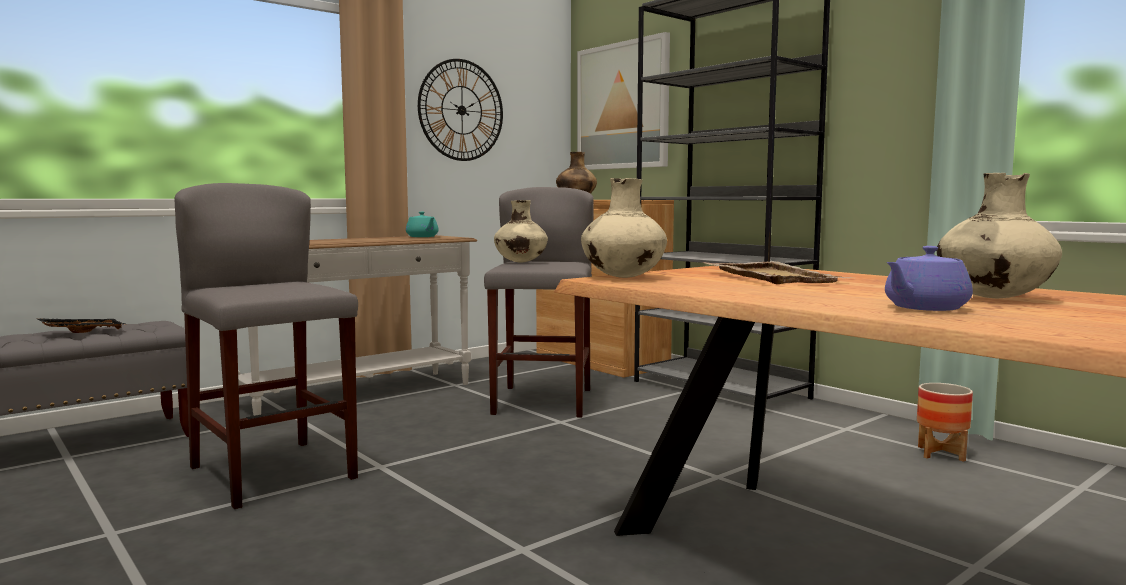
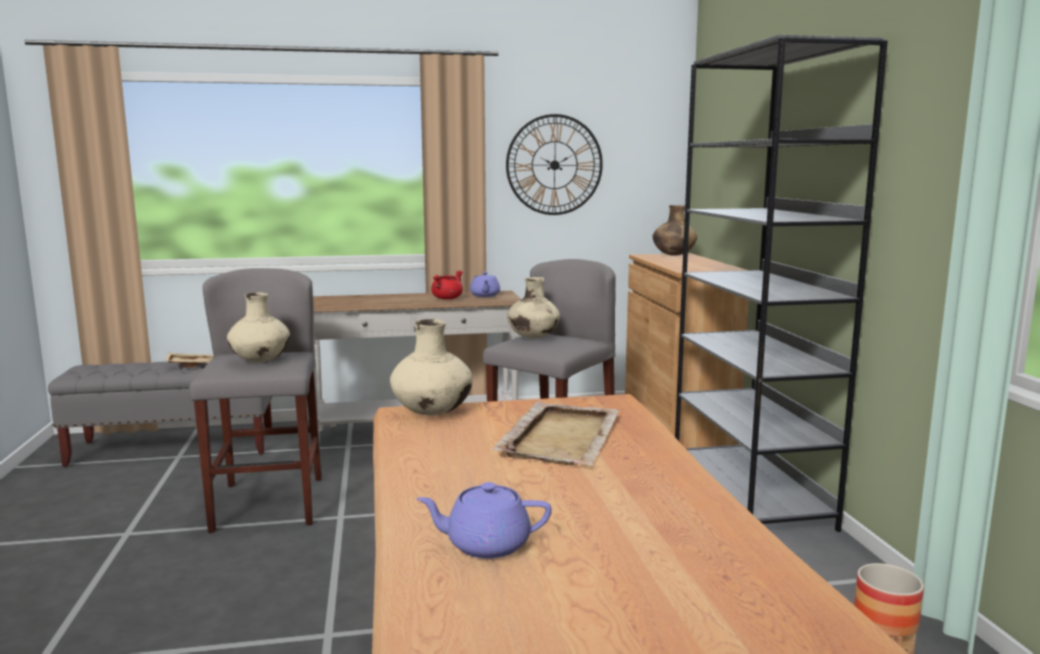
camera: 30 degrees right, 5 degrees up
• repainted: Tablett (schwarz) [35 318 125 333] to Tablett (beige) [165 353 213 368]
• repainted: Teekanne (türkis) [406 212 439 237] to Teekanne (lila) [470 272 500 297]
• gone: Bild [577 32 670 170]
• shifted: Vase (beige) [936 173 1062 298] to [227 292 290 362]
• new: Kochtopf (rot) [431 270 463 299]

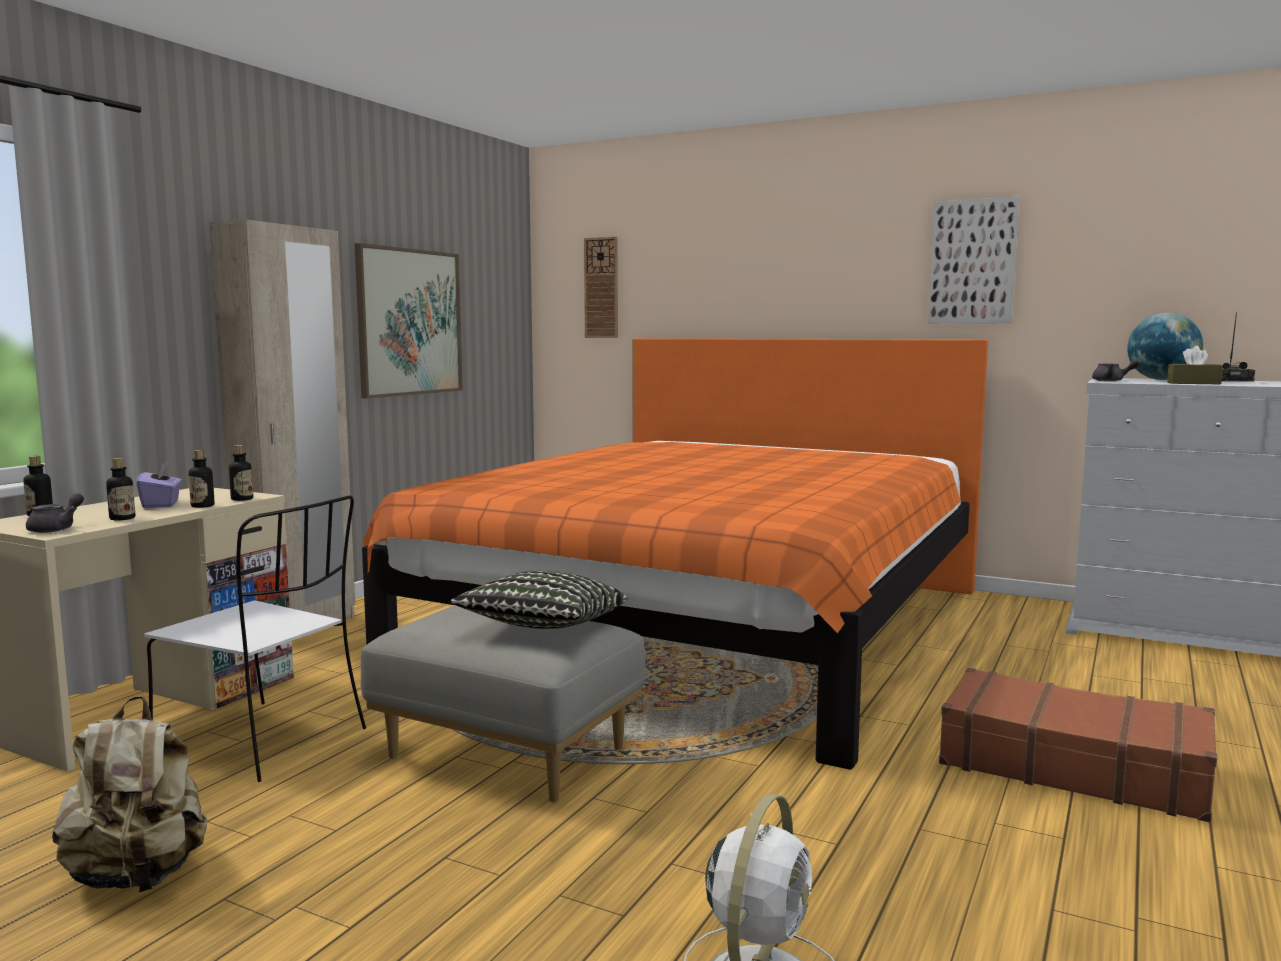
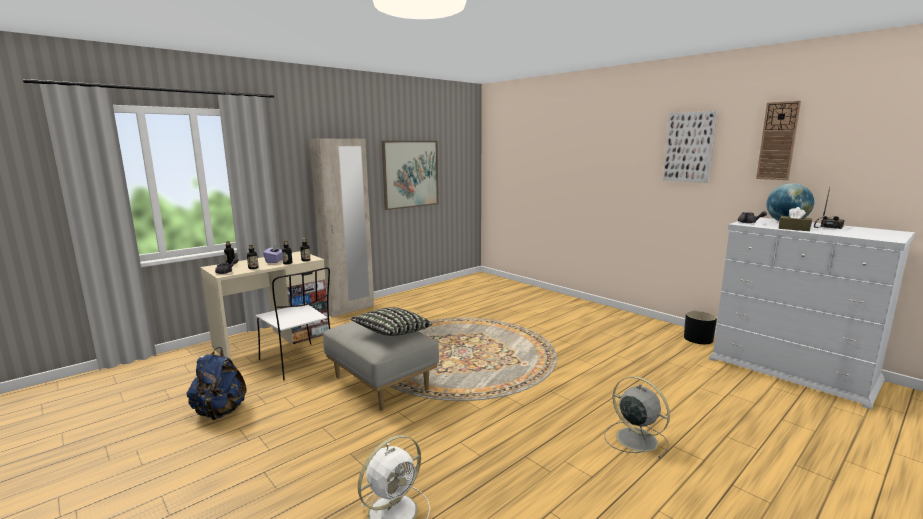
camera: 20 degrees right, 5 degrees up
• repainted: Rucksack (beige) [52 696 207 892] to Rucksack (blau) [186 347 247 420]
• gone: Bett (orange) [362 338 988 770]
• shifted: Wanduhr [584 237 618 338] to [756 101 801 180]
• swapped: Koffer (braun) [939 668 1217 822] to Ventilator (grau) [604 376 670 459]
• new: Pflanzkübel (schwarz) [684 311 717 344]

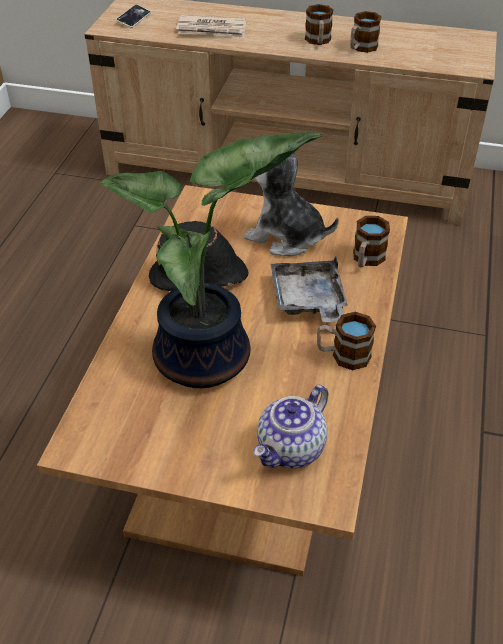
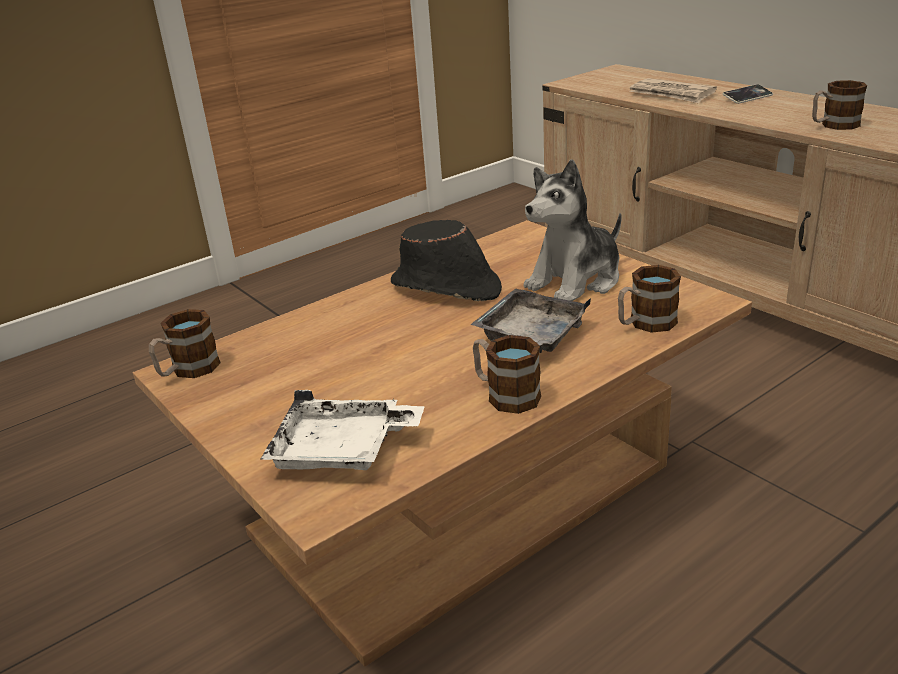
camera: 40 degrees right, 15 degrees down
• gone: Topfpflanze [99 132 323 388]
• shifted: Handy [116 5 151 28] to [722 84 773 104]
• rotated: Plüschtier [244 152 339 256] = [524 159 621 301] 105 degrees counterclockwise
• swapped: Teekanne [254 385 328 468] to Tablett (weiß) [261 390 425 470]
• shifted: Henkelbecher [305 4 333 45] to [149 309 221 378]

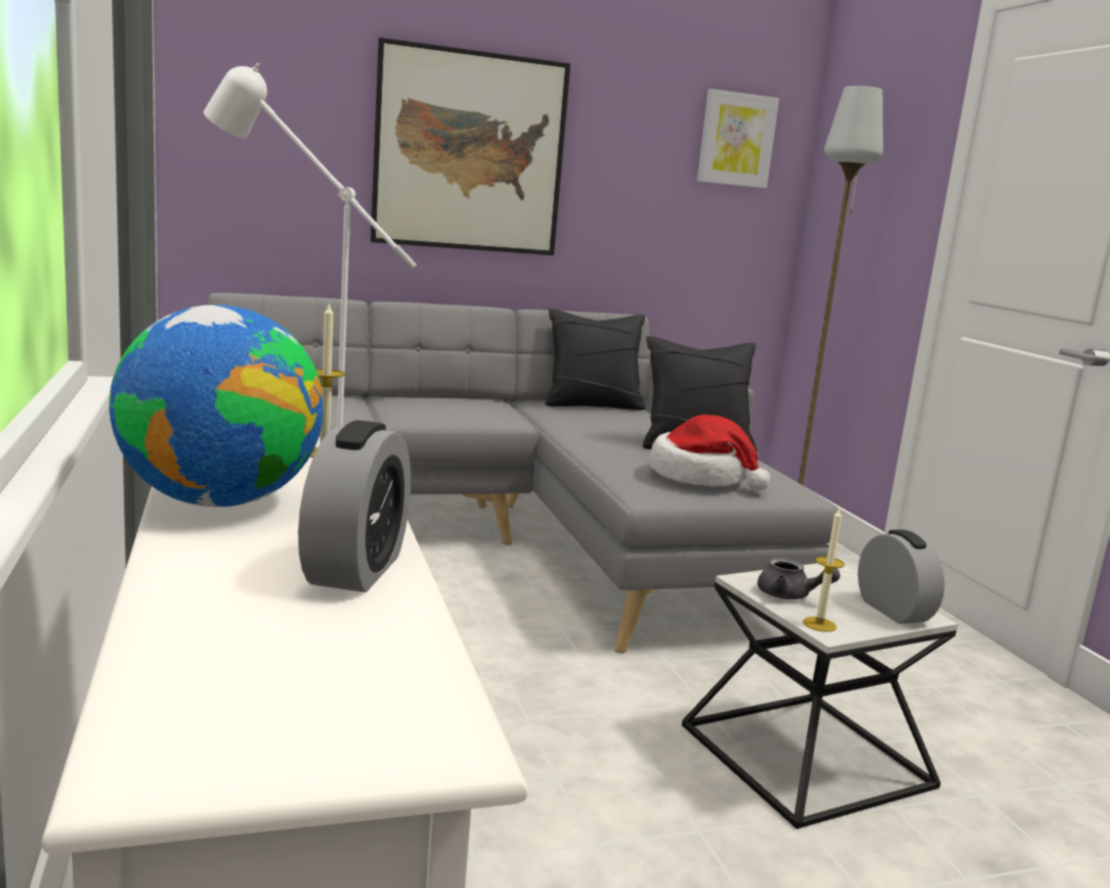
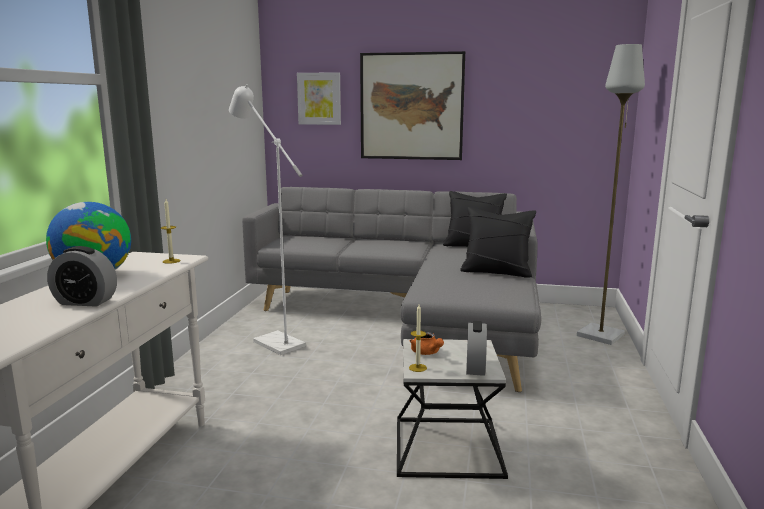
camera: 30 degrees right, 0 degrees up
• rotated: Wecker [298 420 411 592] = [47 246 117 307] 60 degrees clockwise
• gone: Hut [649 415 771 491]
• shifted: Bild [697 89 779 188] to [297 72 341 125]
• repainted: Teekanne (grau) [758 558 840 600] to Teekanne (orange) [410 332 444 355]

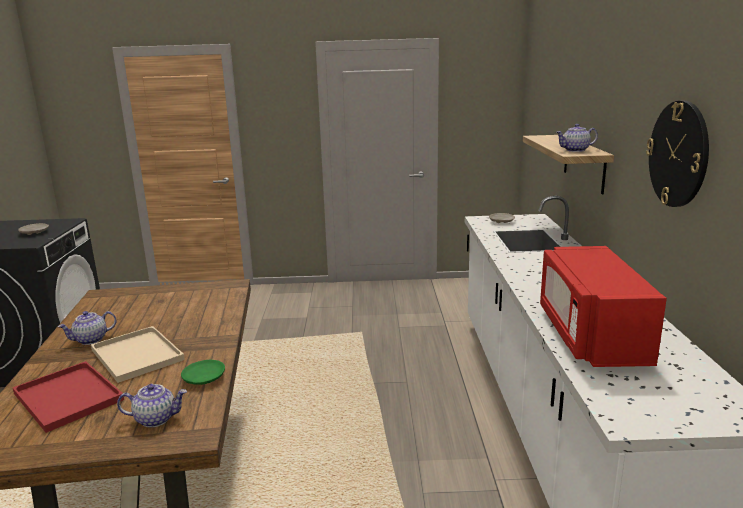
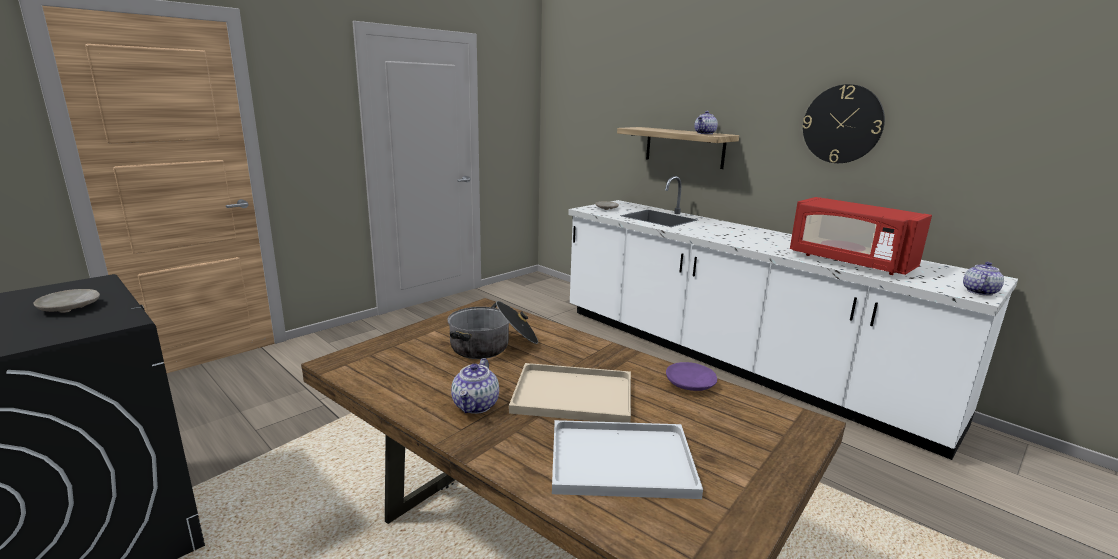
camera: 45 degrees left, 0 degrees up
• repainted: Tablett (rot) [12 361 124 433] to Tablett (weiß) [552 420 703 499]
• shifted: Teekanne [117 384 187 427] to [963 262 1004 296]
• repainted: Teller (grün) [181 360 225 385] to Teller (lila) [666 362 717 391]
• new: Kochtopf [447 301 538 359]

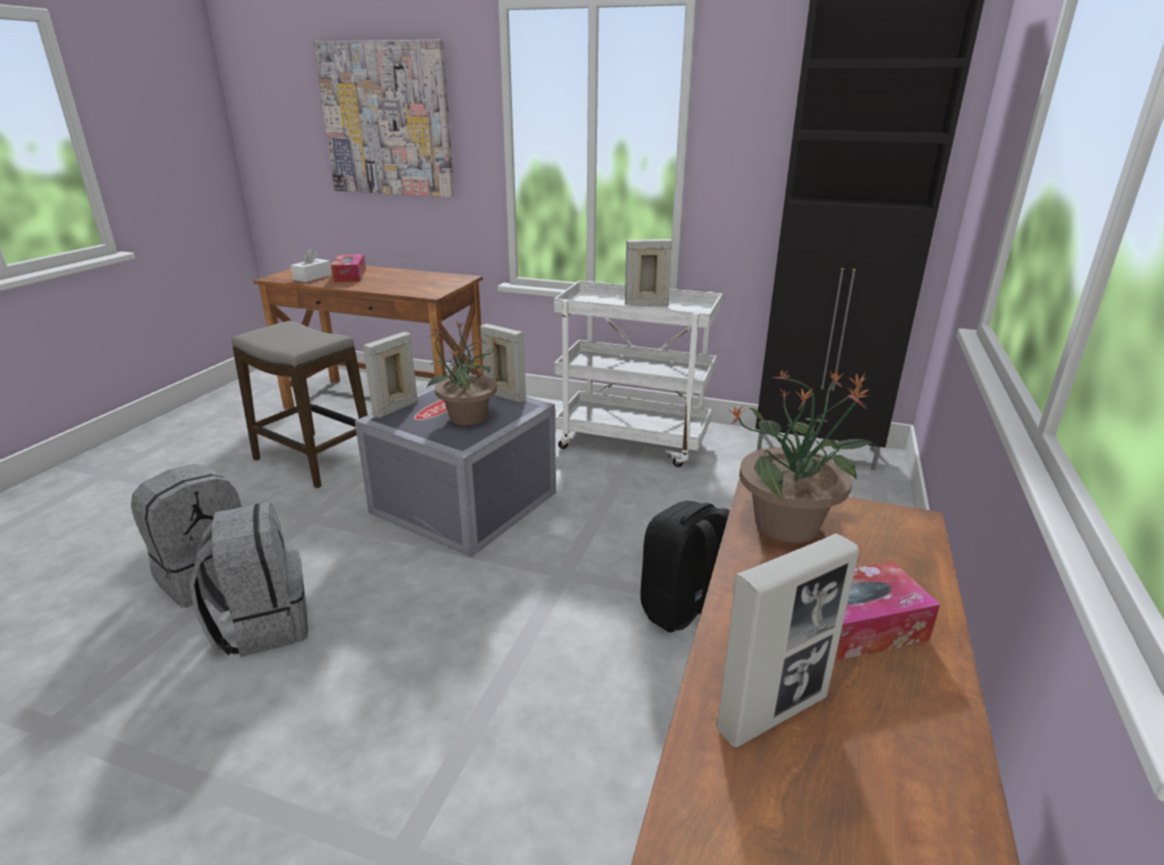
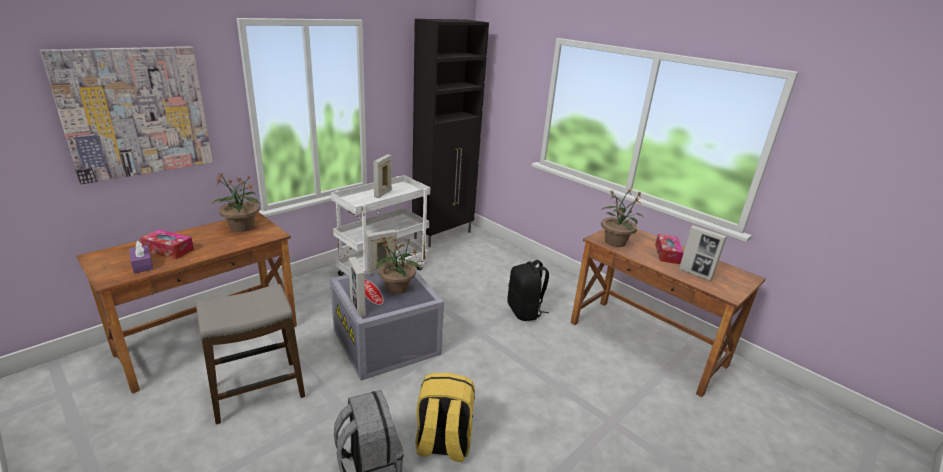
camera: 65 degrees left, 0 degrees up
• repainted: Rucksack (grau) [190 502 308 657] to Rucksack (gelb) [415 373 475 462]
• repainted: Taschentuchbox (weiß) [291 248 332 282] to Taschentuchbox (lila) [129 241 153 273]
• rotated: Bilderrahmen [716 533 859 747] = [679 225 727 281] 135 degrees clockwise
• new: Topfpflanze [212 173 261 232]

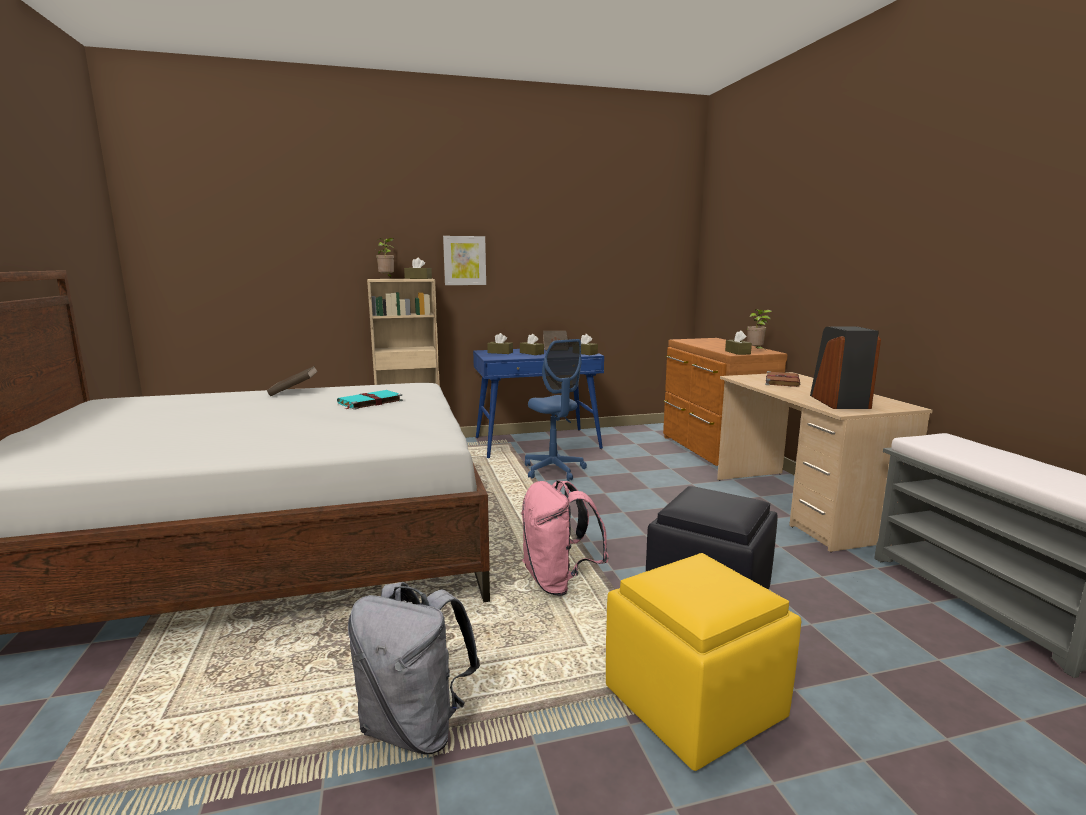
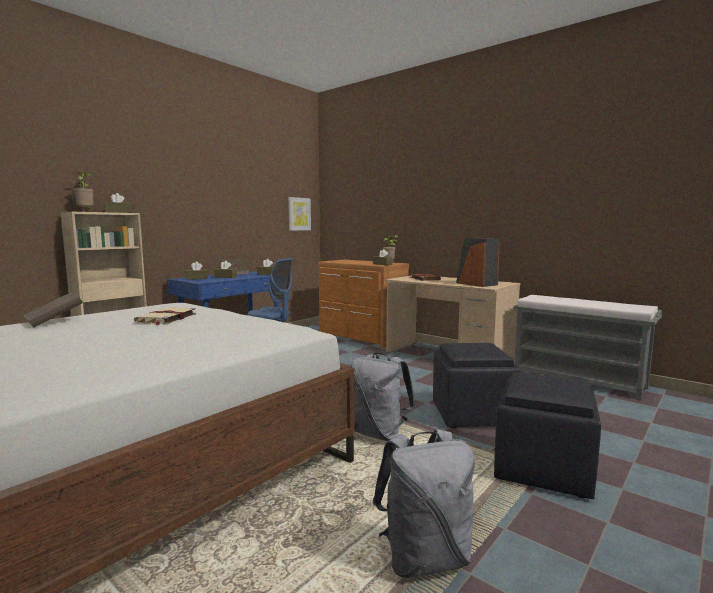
camera: 35 degrees left, 5 degrees down
• repainted: Buch (türkis) [337 390 403 410] to Buch (beige) [134 307 196 325]
• shifted: Bild [443 236 486 285] to [288 197 311 230]
• repainted: Rucksack (rosa) [521 480 609 596] to Rucksack (grau) [350 353 415 441]
• repainted: Polsterhocker (gelb) [606 553 801 771] to Polsterhocker (schwarz) [494 373 601 499]

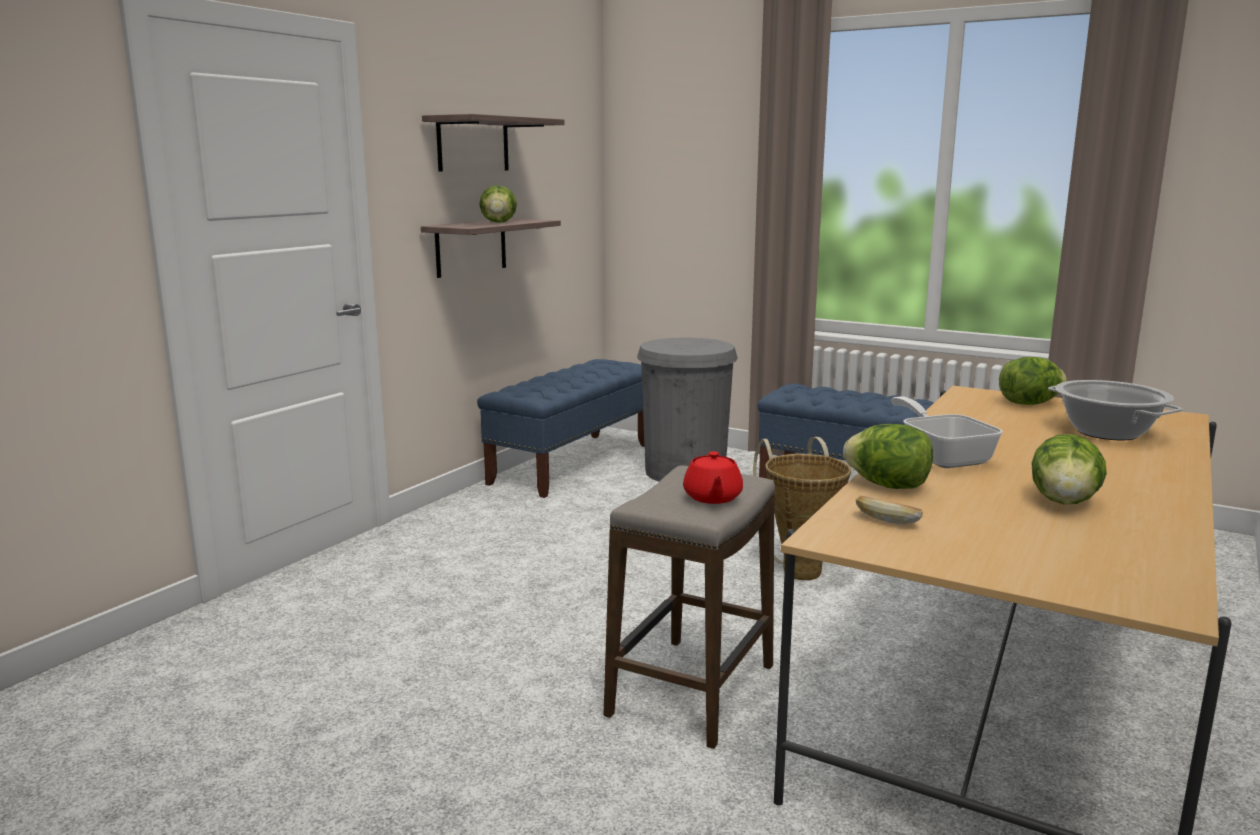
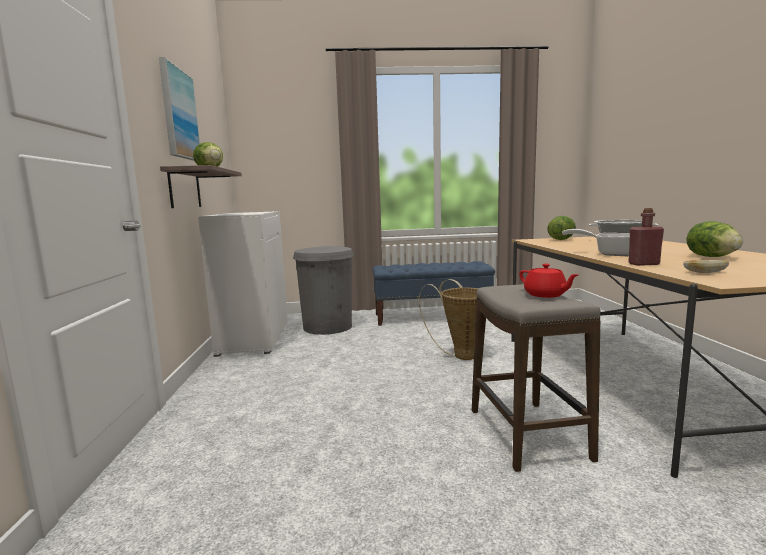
camera: 35 degrees left, 5 degrees down
• swapped: Wandregal [422 114 564 172] to Bild [159 57 200 161]
• swapped: Bank (blau) [477 359 645 498] to Schrank (weiß) [198 211 288 357]
• swapped: Salatkopf [843 424 933 489] to Flasche (rot) [628 208 664 266]

